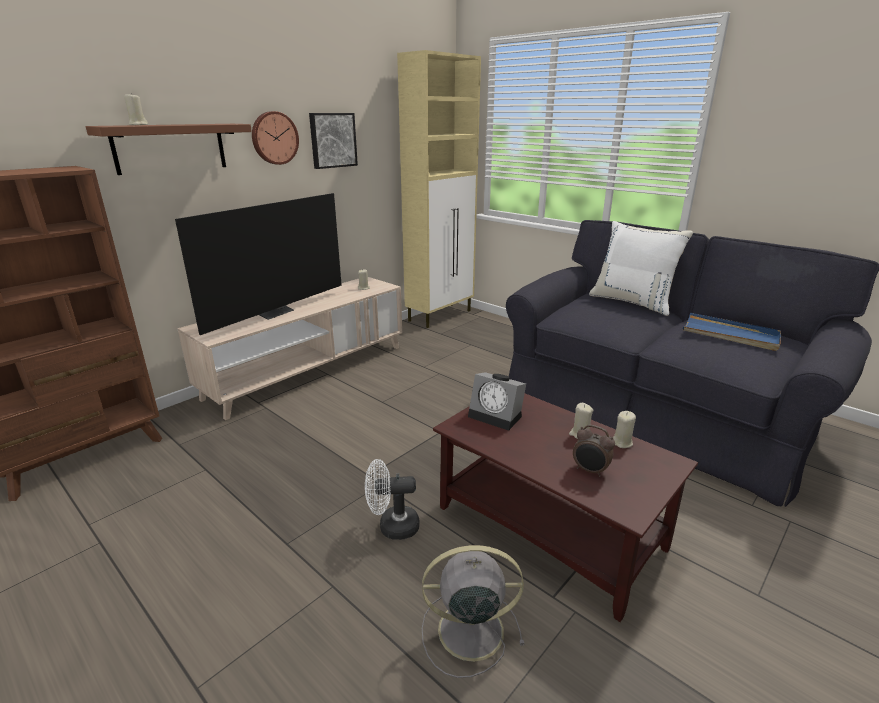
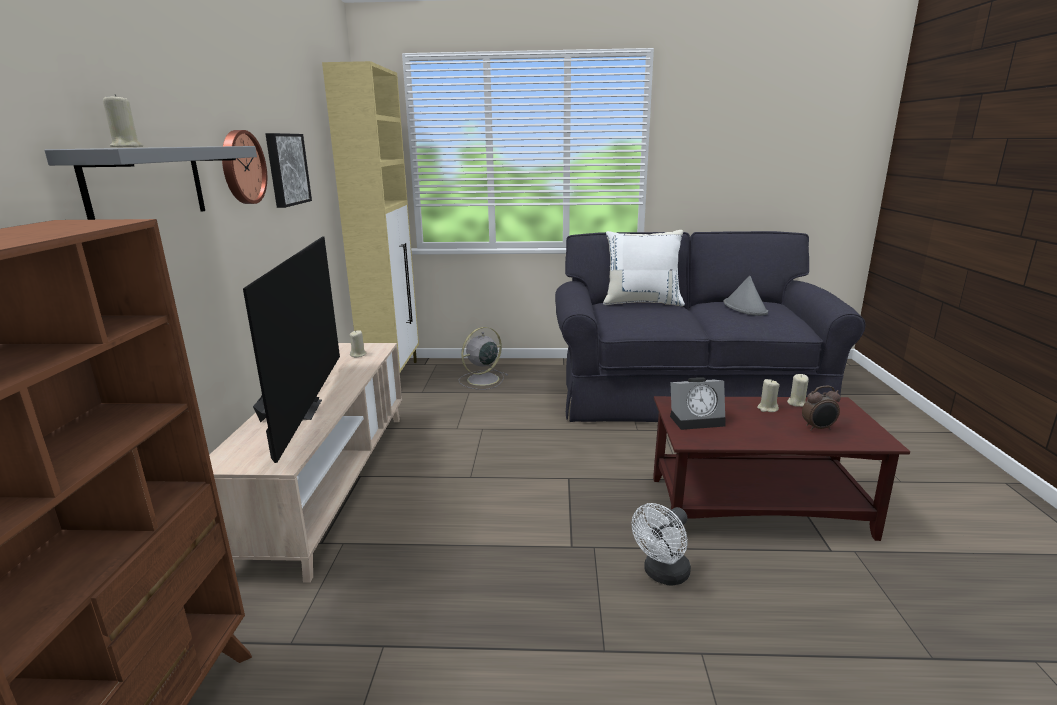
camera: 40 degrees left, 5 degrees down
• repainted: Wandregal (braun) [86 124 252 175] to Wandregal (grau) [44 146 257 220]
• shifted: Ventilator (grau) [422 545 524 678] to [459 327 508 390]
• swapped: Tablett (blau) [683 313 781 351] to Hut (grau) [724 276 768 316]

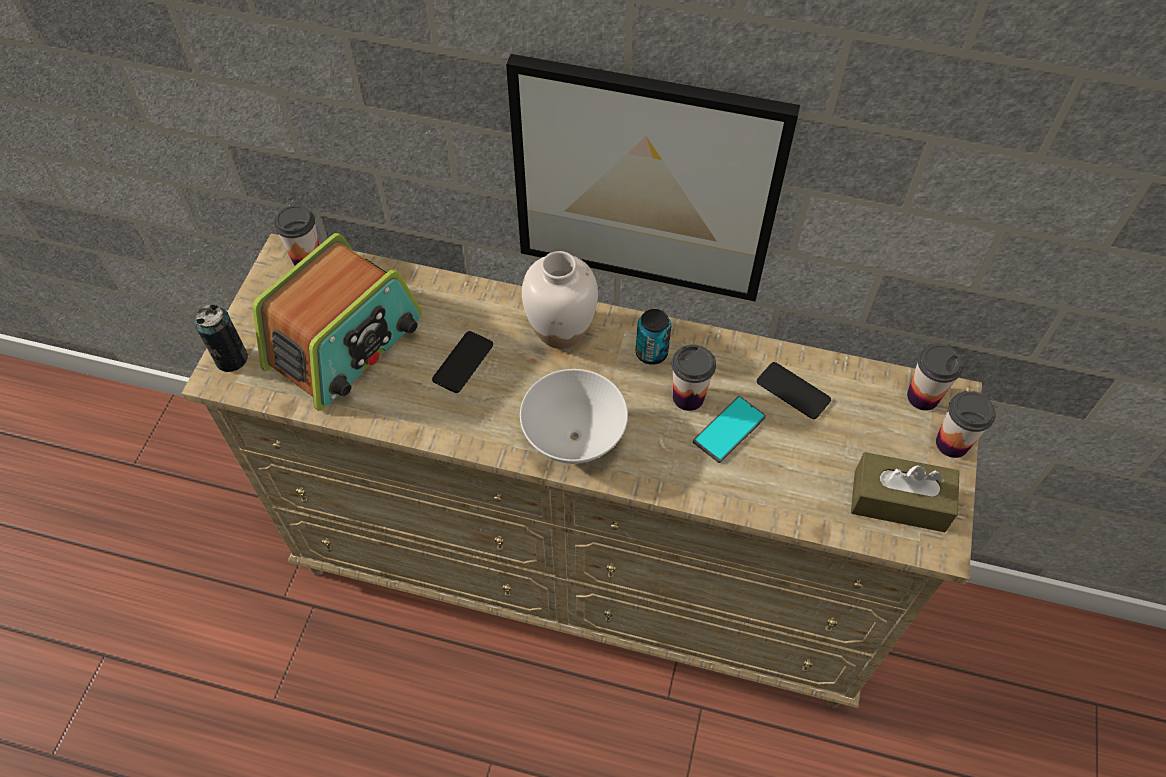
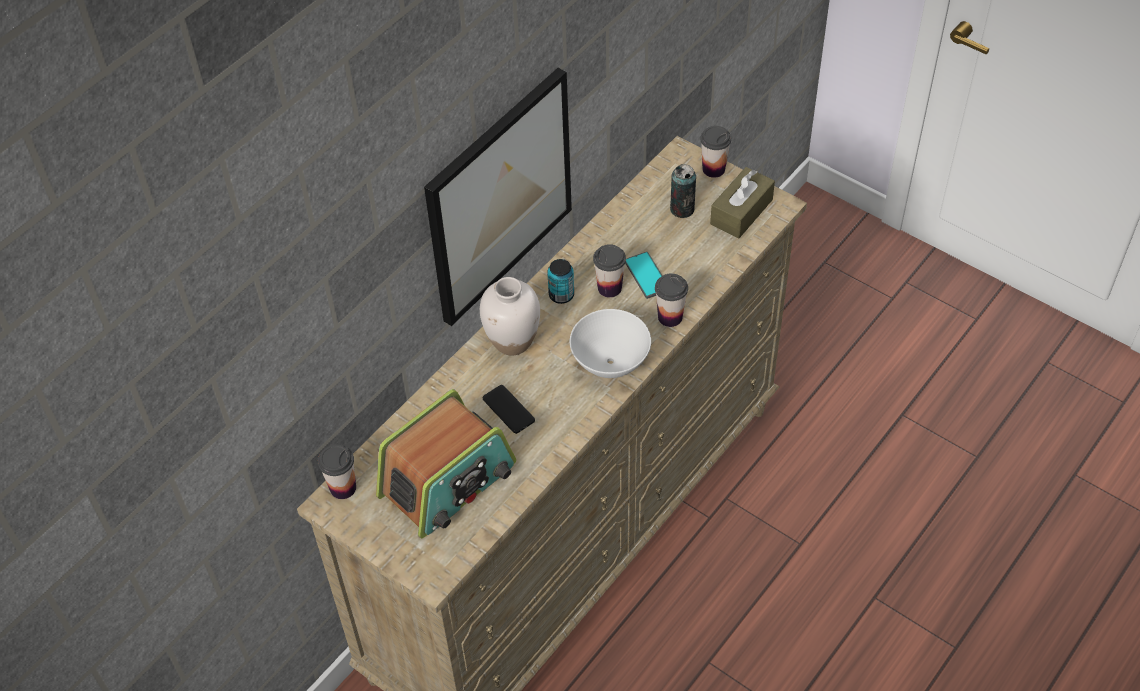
camera: 65 degrees left, 5 degrees down
• shifted: Dose [195 305 248 372] to [670 164 696 218]
• rotated: Radio [253 233 422 411] = [376 389 516 538] 75 degrees clockwise
• gone: Handy [757 362 831 419]
• shifted: Tasse [907 344 963 411] to [655 273 688 327]

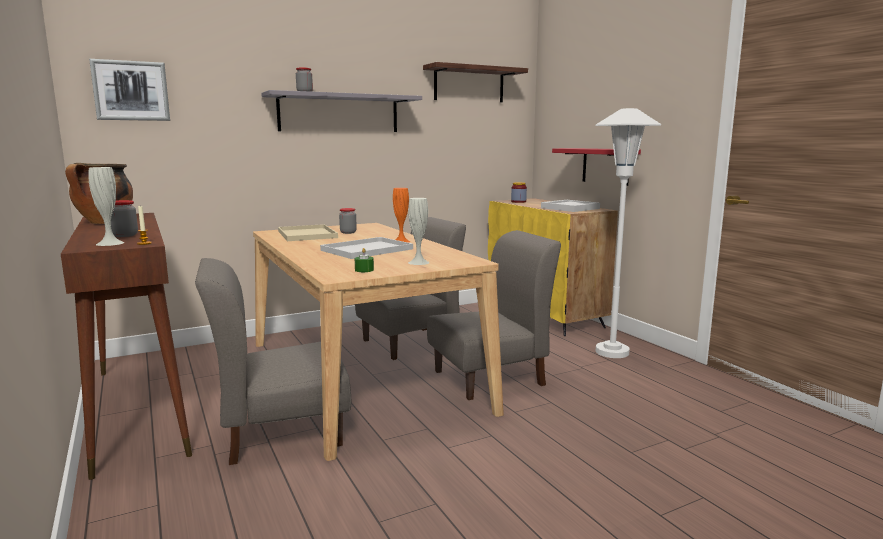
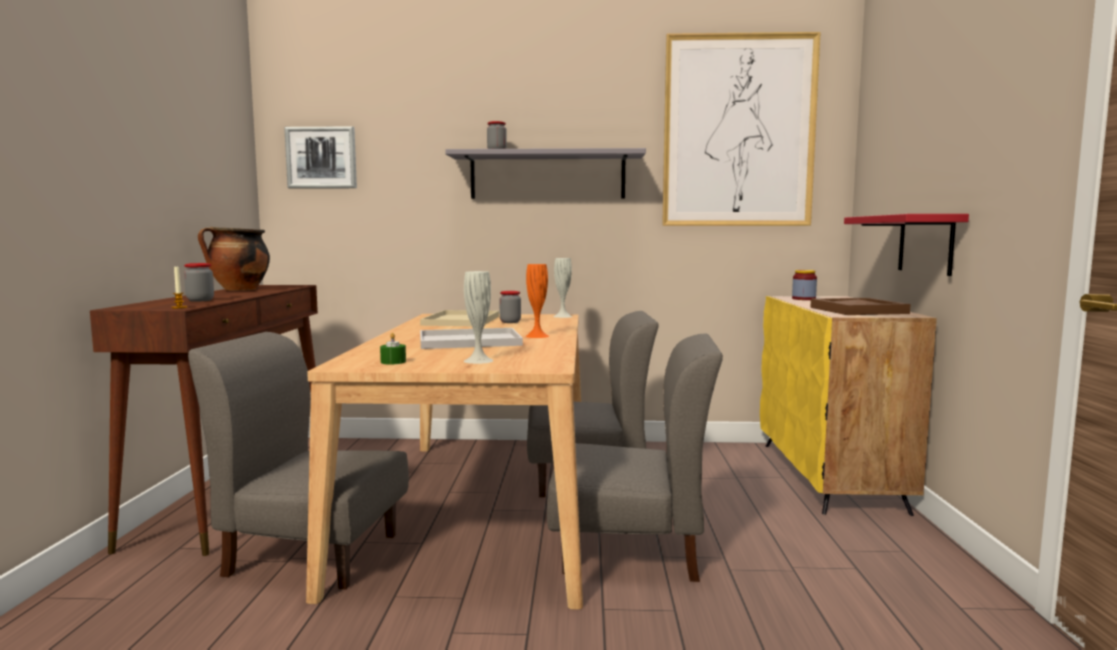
camera: 30 degrees right, 5 degrees down
• shifted: Vase (weiß) [88 167 125 246] to [553 258 573 318]
• swapped: Wandregal [423 62 528 102] to Bild [662 32 821 226]
• repainted: Tablett (weiß) [541 200 600 212] to Tablett (braun) [810 298 911 315]
• gone: Stehlampe (weiß) [595 108 661 358]

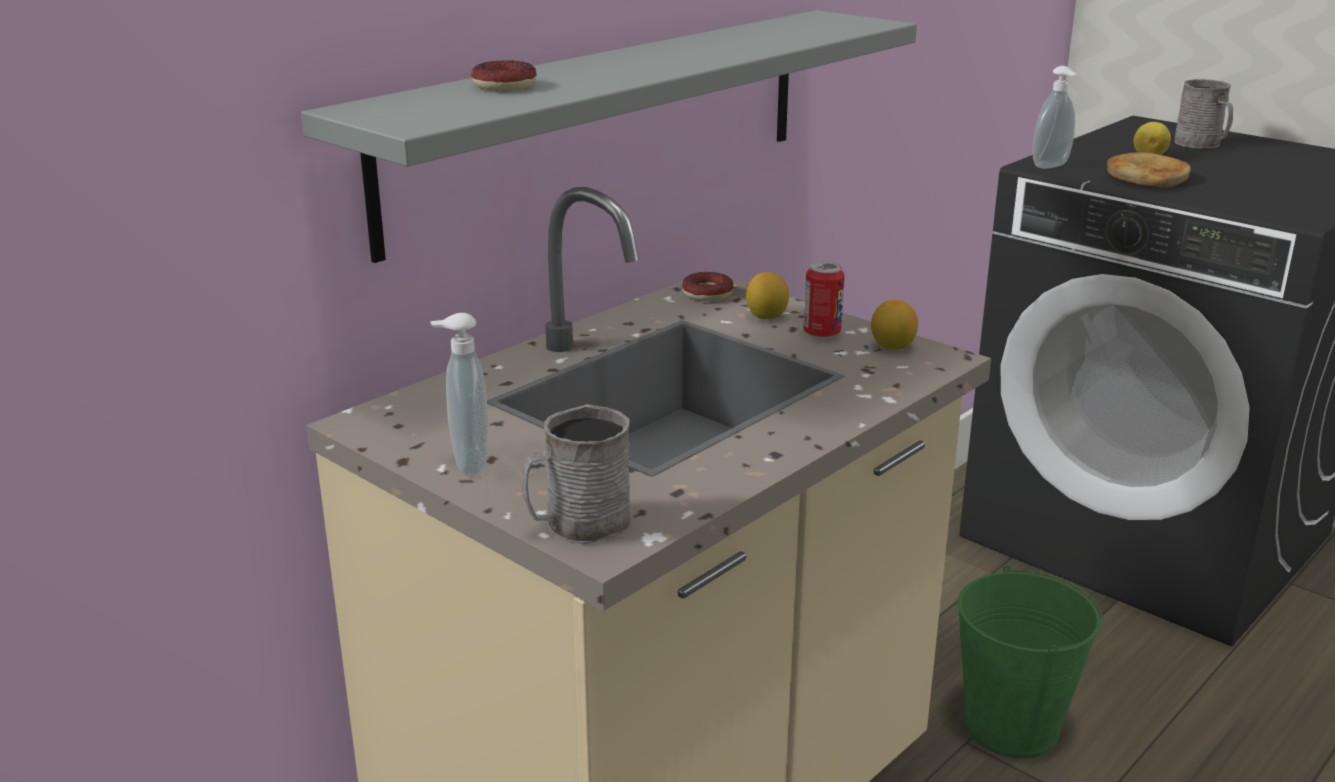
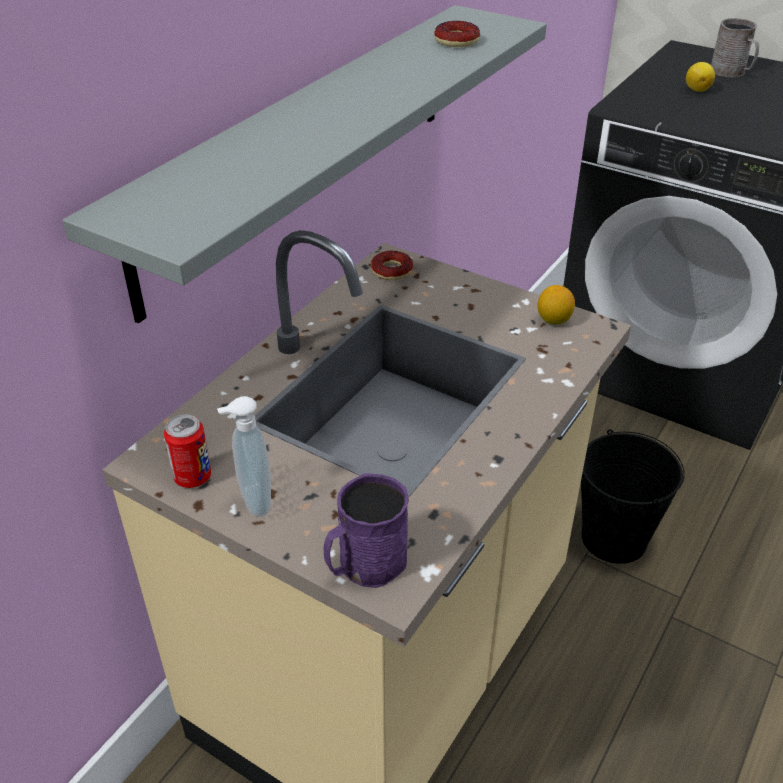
camera: 10 degrees left, 15 degrees up
• shifted: Donut [471 60 537 91] to [434 21 480 47]
• repainted: Henkelbecher (grau) [522 404 631 545] to Henkelbecher (lila) [324 473 409 588]
• gone: Zitrone [746 272 789 319]
• shifted: Dose [803 261 845 339] to [164 414 211 488]
• repainted: Eimer (grün) [958 565 1102 759] to Eimer (schwarz) [581 429 685 564]
• gone: Seifenspender [1033 66 1078 169]
• gone: Brot [1107 152 1191 188]

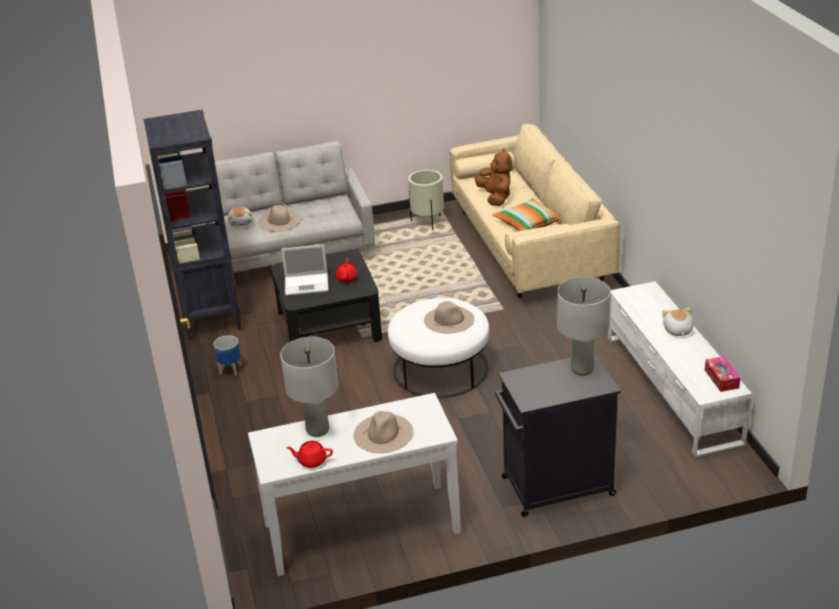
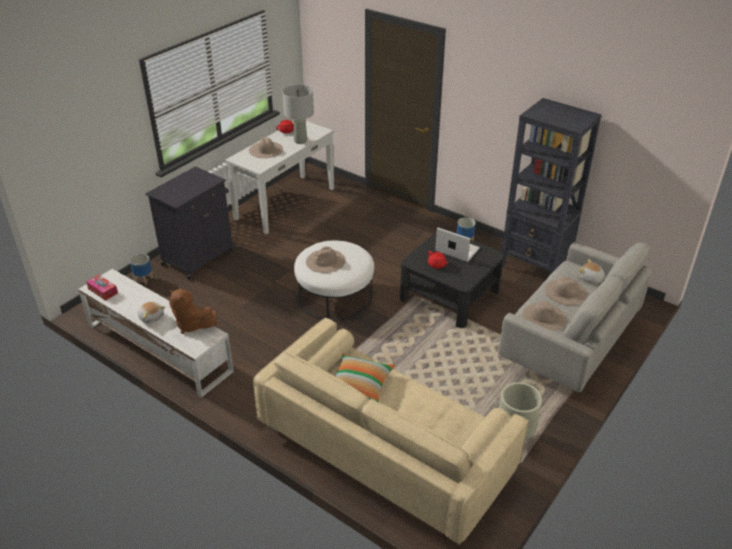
camera: 140 degrees right, 5 degrees up
• rotated: Laptop [281 244 329 296] = [435 228 480 262] 75 degrees clockwise
• shifted: Plüschtier (braun) [475 148 512 206] to [169 289 217 334]
• gone: Tischlampe (grau) [557 277 611 376]
• new: Pflanzkübel [130 254 154 285]
• new: Hut (beige) [522 301 567 331]

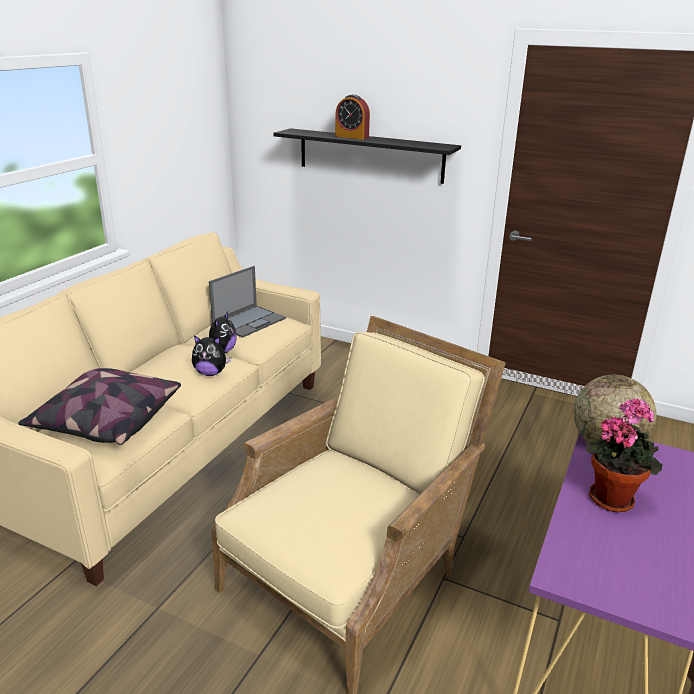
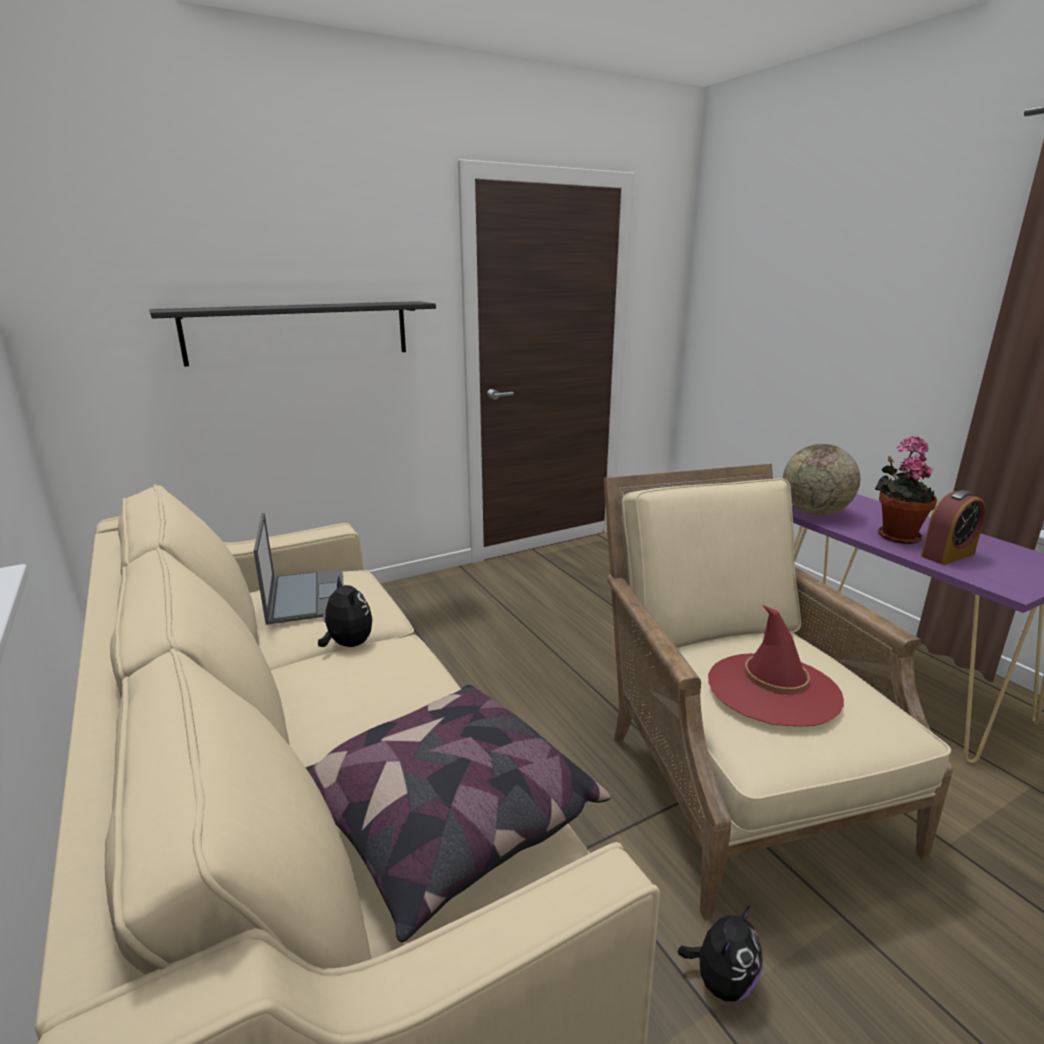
camera: 55 degrees left, 5 degrees down
• shifted: Plüschtier [192 335 231 376] to [678 906 762 1001]
• shifted: Wecker [335 95 370 140] to [921 490 986 565]
• new: Hut (rot) [708 605 844 726]

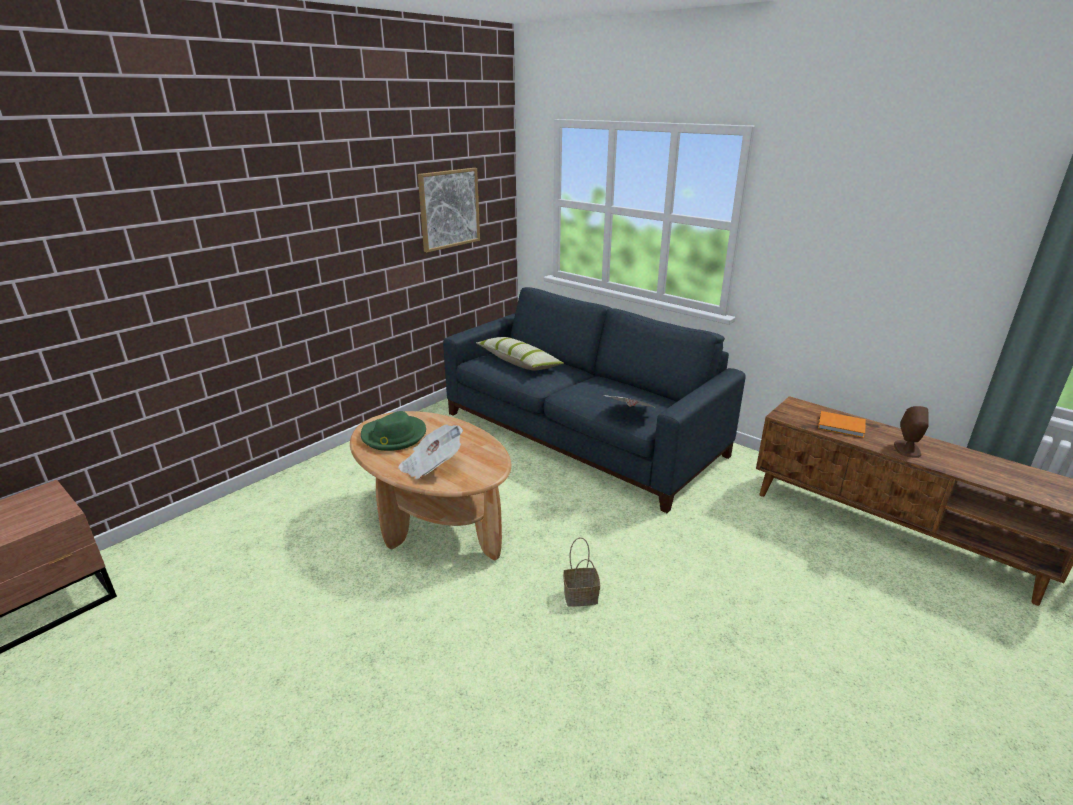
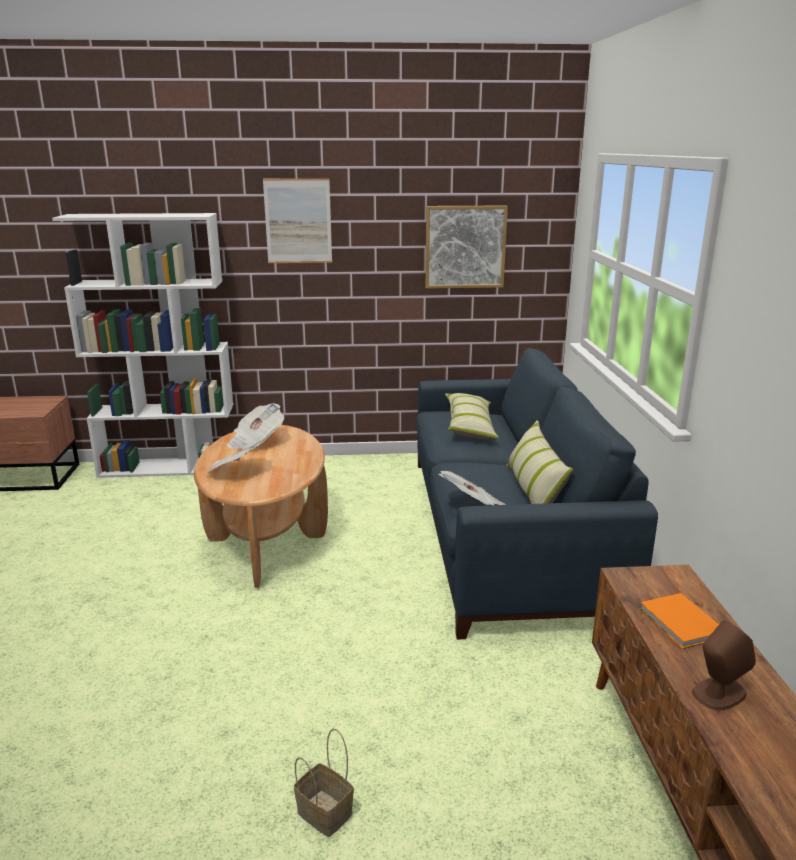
camera: 45 degrees right, 5 degrees down
• swapped: Hut (grün) [361 411 426 451] to Zeitung [227 403 284 450]
• shifted: Korb [563 537 600 607] to [294 728 354 837]
• new: Bücherregal (weiß) [52 213 234 478]
• new: Bild [263 178 332 263]
• new: Kissen [506 420 573 504]

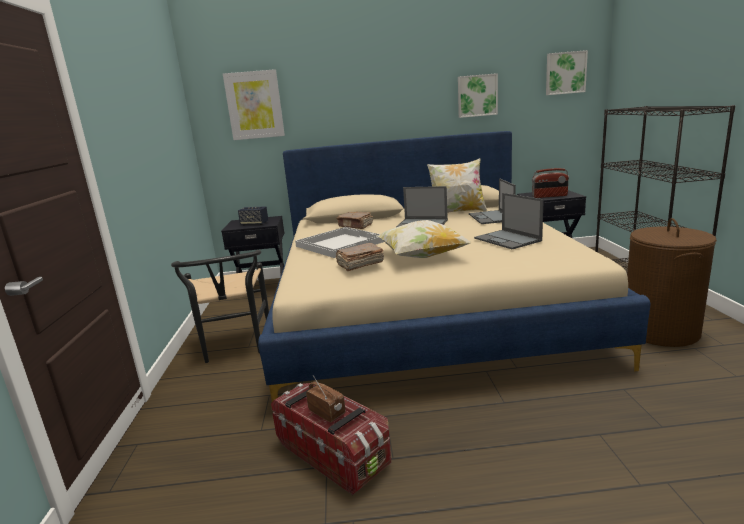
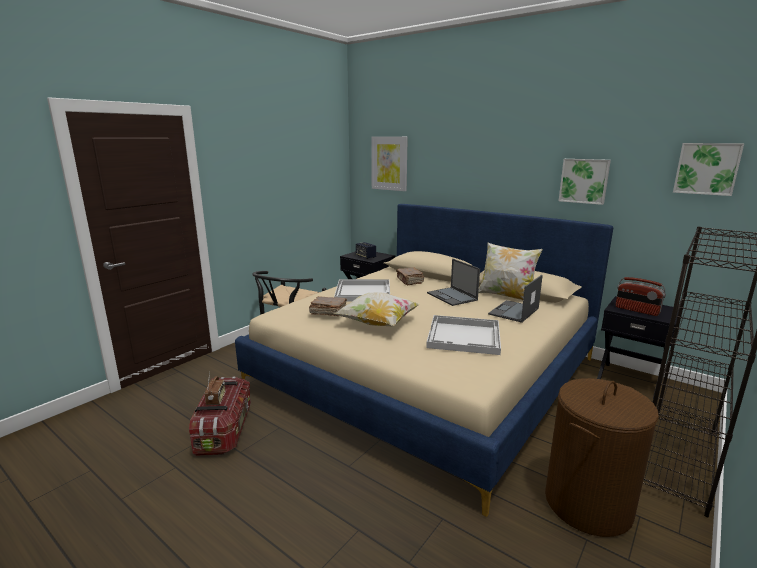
camera: 40 degrees right, 0 degrees up
• swapped: Laptop [474 193 544 249] to Tablett (weiß) [426 315 501 355]

